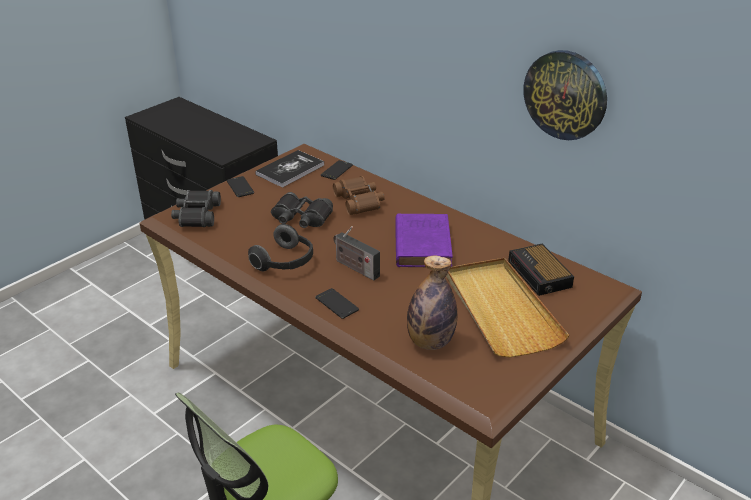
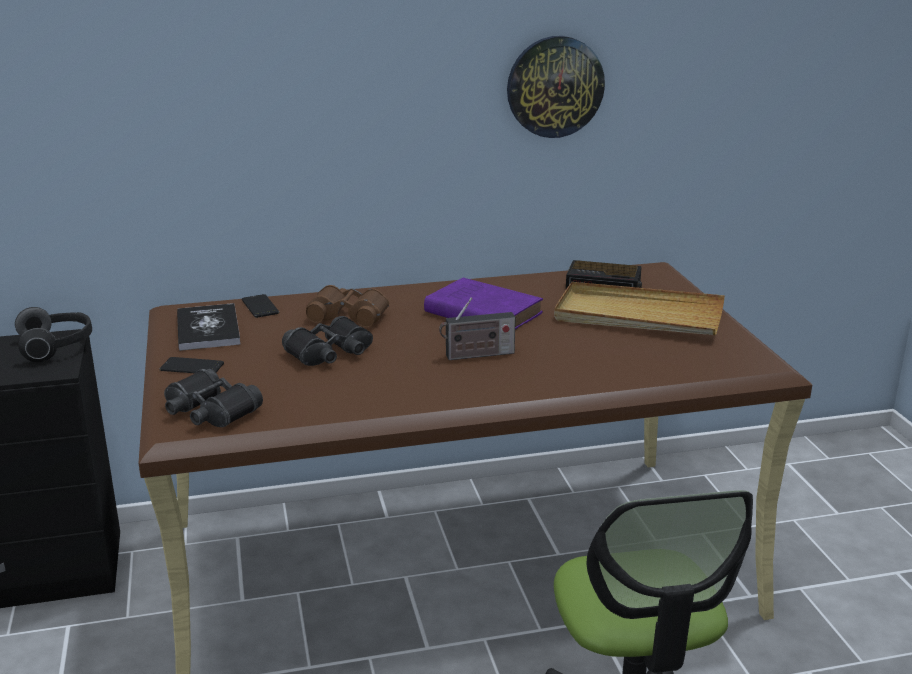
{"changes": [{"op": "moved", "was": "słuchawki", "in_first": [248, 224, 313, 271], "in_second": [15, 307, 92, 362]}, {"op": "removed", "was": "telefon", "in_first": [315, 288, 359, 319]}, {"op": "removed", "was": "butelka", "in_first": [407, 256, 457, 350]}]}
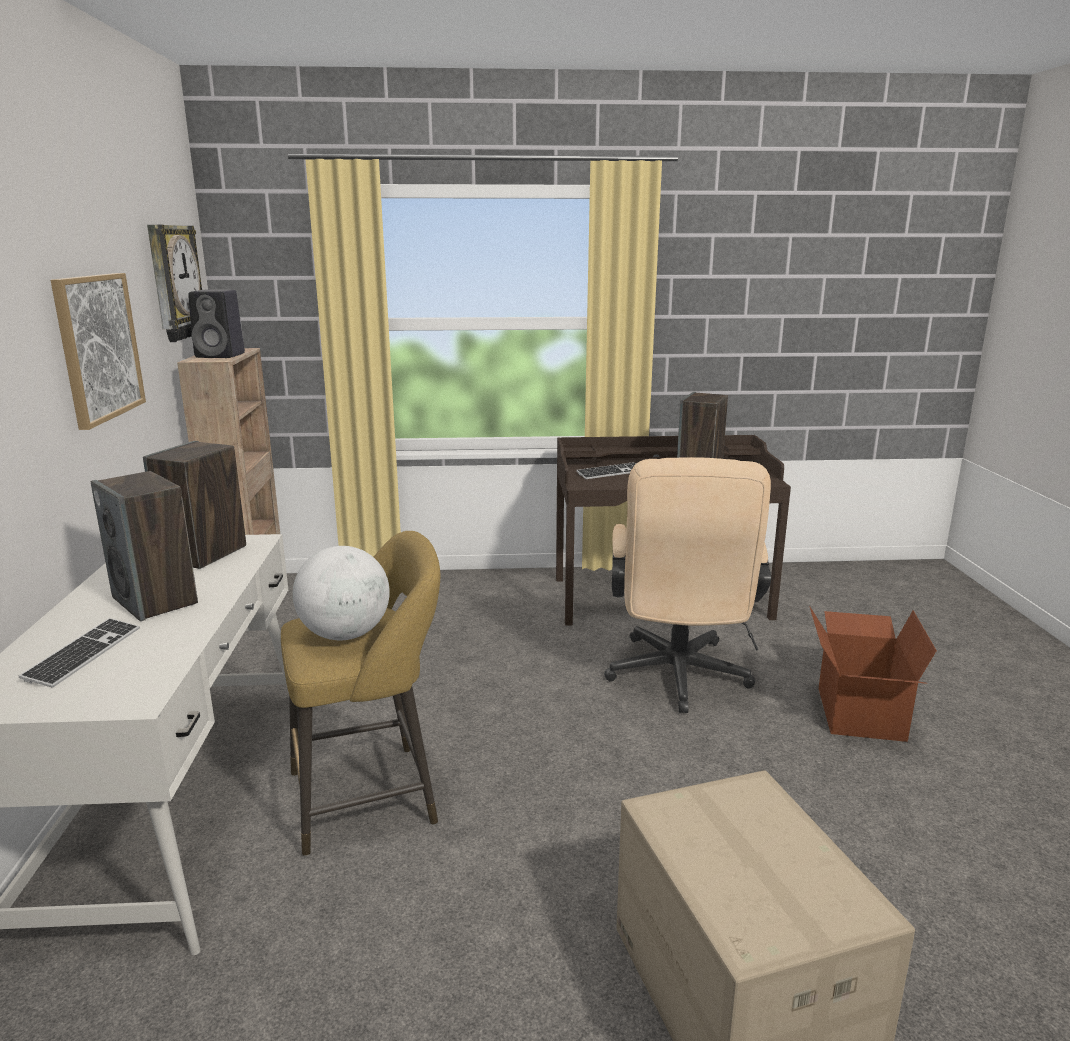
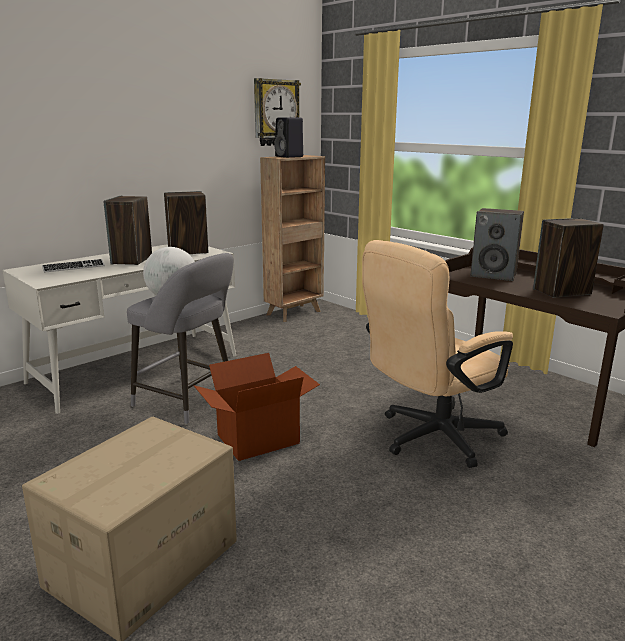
{"changes": [{"op": "recoloured", "was": "stołek (żółty)", "now": "stołek (szary)", "in_first": [281, 531, 440, 856], "in_second": [127, 253, 234, 424]}, {"op": "moved", "was": "karton", "in_first": [809, 606, 937, 742], "in_second": [193, 353, 320, 461]}, {"op": "replaced", "was": "klawiatura", "now": "głośnik", "in_first": [576, 462, 636, 479], "in_second": [471, 208, 524, 281]}, {"op": "removed", "was": "obraz", "in_first": [51, 273, 146, 430]}]}
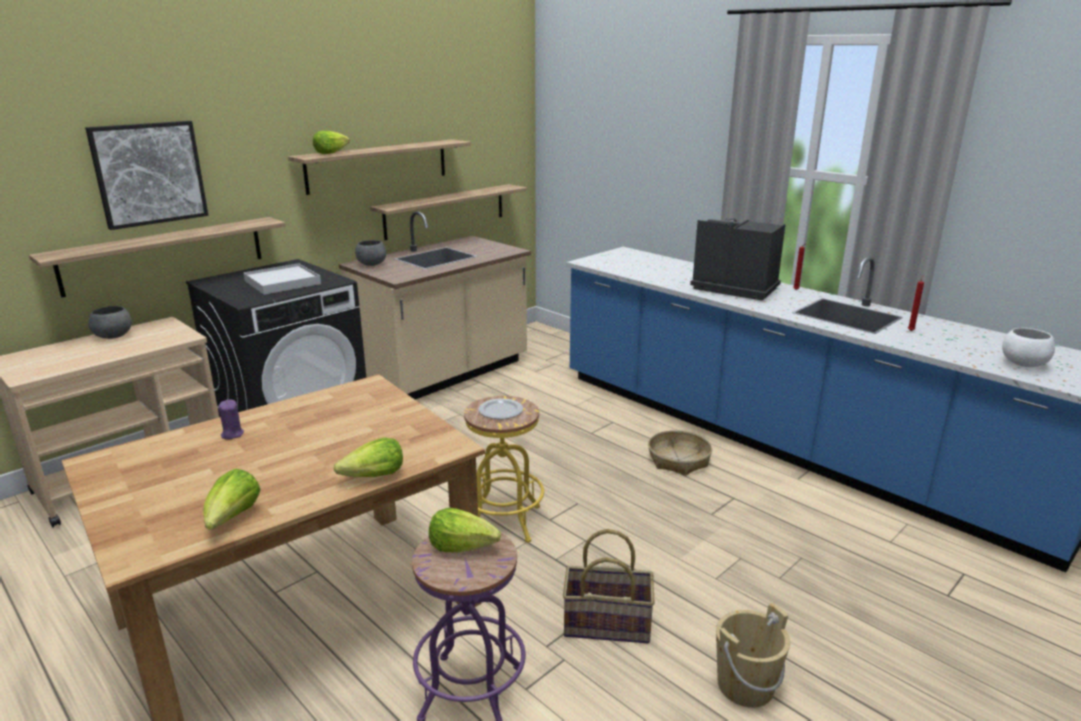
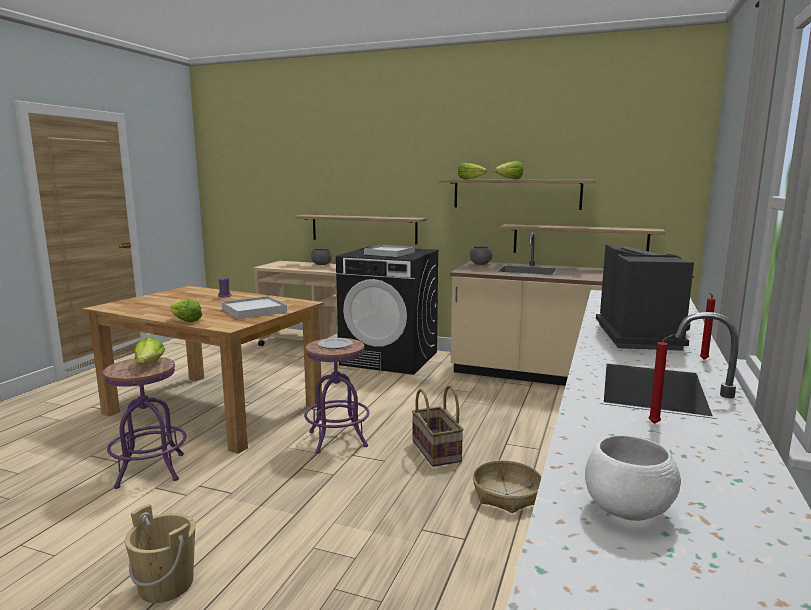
{"changes": [{"op": "added", "now": "taca (biały)", "in_second": [222, 296, 287, 319]}, {"op": "recoloured", "was": "stołek (żółty)", "now": "stołek (fioletowy)", "in_first": [464, 396, 544, 543], "in_second": [304, 338, 370, 454]}, {"op": "moved", "was": "koszyk", "in_first": [563, 529, 655, 643], "in_second": [412, 385, 464, 467]}, {"op": "moved", "was": "sałata", "in_first": [203, 469, 261, 530], "in_second": [495, 161, 523, 179]}, {"op": "removed", "was": "obraz", "in_first": [85, 121, 209, 230]}]}
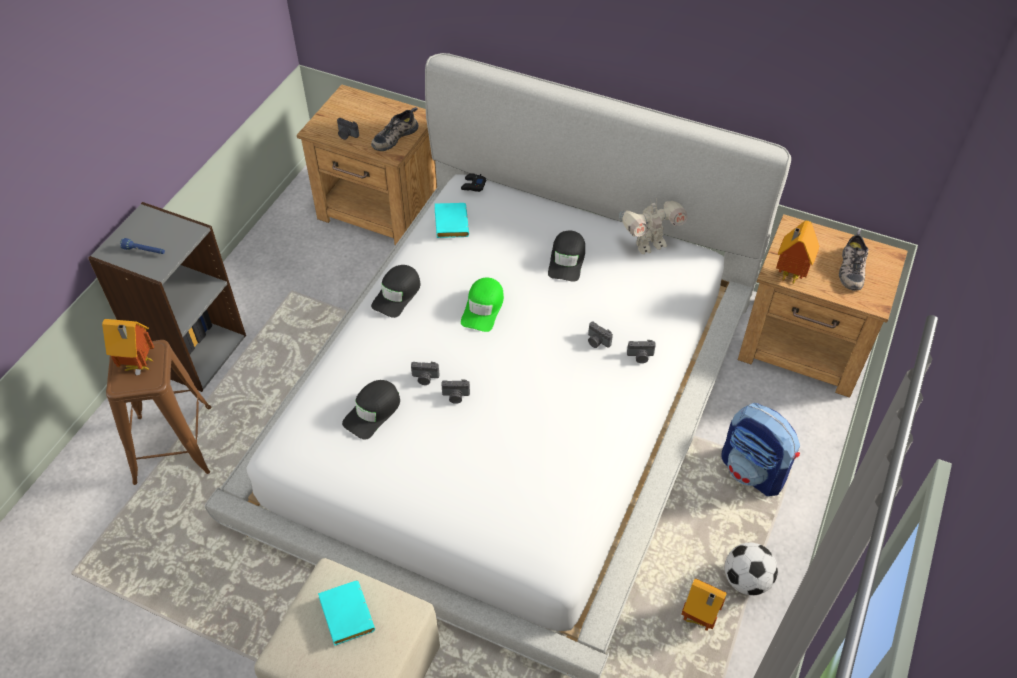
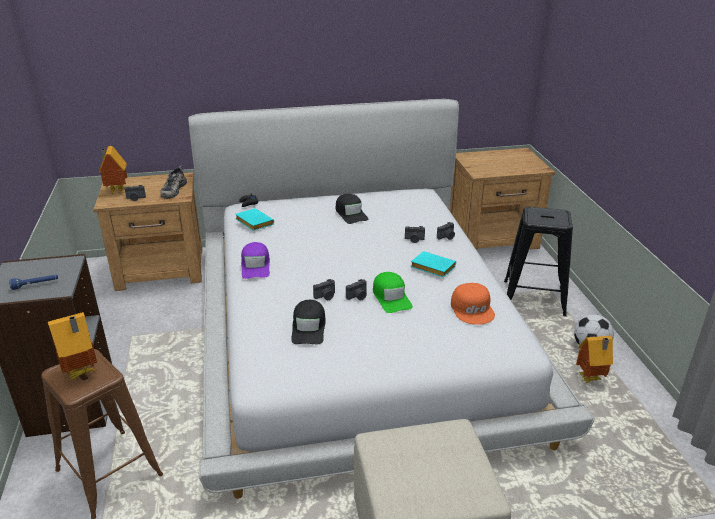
{"changes": [{"op": "moved", "was": "domek", "in_first": [776, 221, 819, 284], "in_second": [98, 146, 127, 194]}, {"op": "recoloured", "was": "czapka z daszkiem (czarny)", "now": "czapka z daszkiem (fioletowy)", "in_first": [371, 265, 420, 318], "in_second": [241, 242, 270, 279]}, {"op": "moved", "was": "czapka z daszkiem (zielony)", "in_first": [461, 278, 504, 332], "in_second": [373, 272, 413, 313]}, {"op": "moved", "was": "książka (turkusowy)", "in_first": [318, 581, 375, 646], "in_second": [411, 251, 456, 278]}, {"op": "added", "now": "czapka z daszkiem (pomarańczowy)", "in_second": [451, 283, 495, 325]}, {"op": "replaced", "was": "plecak", "now": "stołek (czarny)", "in_first": [722, 403, 800, 496], "in_second": [504, 207, 573, 316]}, {"op": "removed", "was": "robot zabawkowy", "in_first": [619, 198, 688, 254]}, {"op": "removed", "was": "but", "in_first": [839, 229, 869, 291]}]}
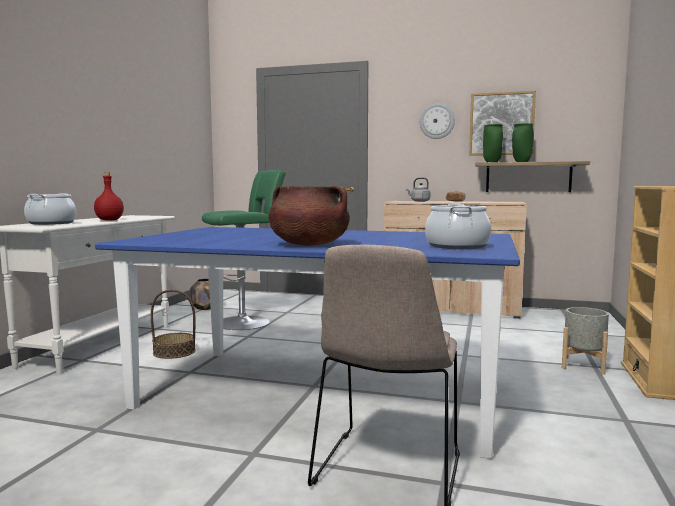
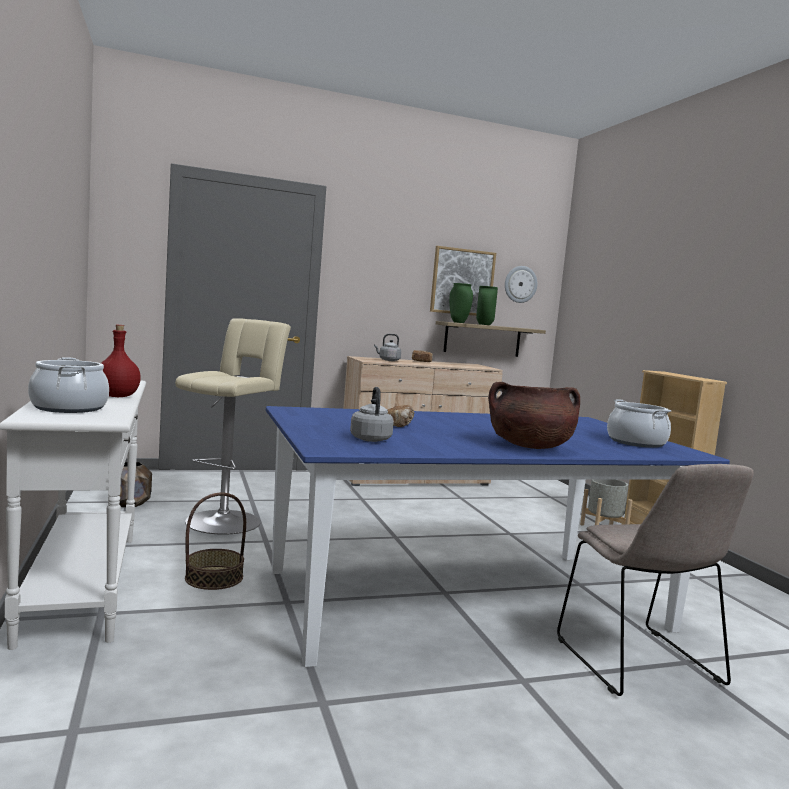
{"changes": [{"op": "recoloured", "was": "stołek (zielony)", "now": "stołek (beżowy)", "in_first": [202, 170, 286, 330], "in_second": [175, 318, 291, 535]}, {"op": "added", "now": "czajnik (szary)", "in_second": [350, 387, 394, 442]}, {"op": "added", "now": "chleb", "in_second": [387, 405, 415, 427]}, {"op": "moved", "was": "zegar ścienny", "in_first": [420, 103, 455, 139], "in_second": [505, 266, 537, 303]}]}
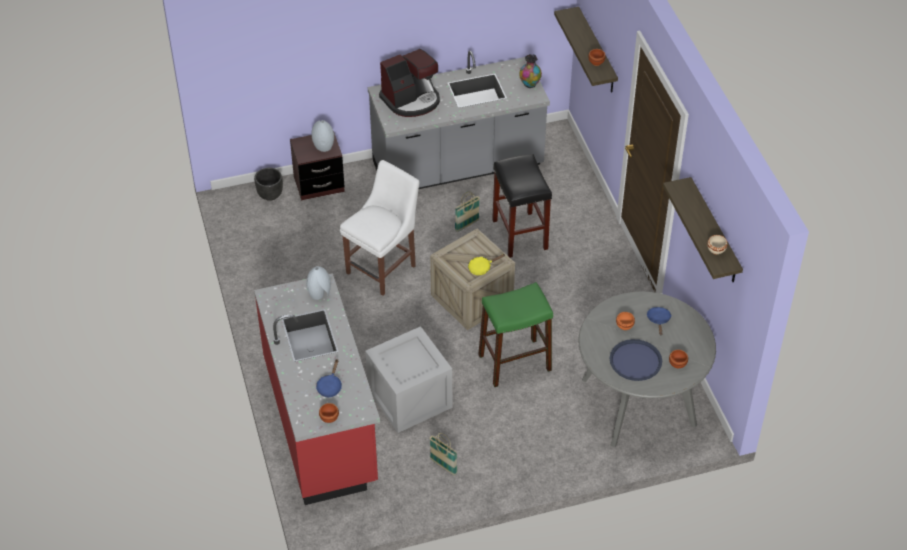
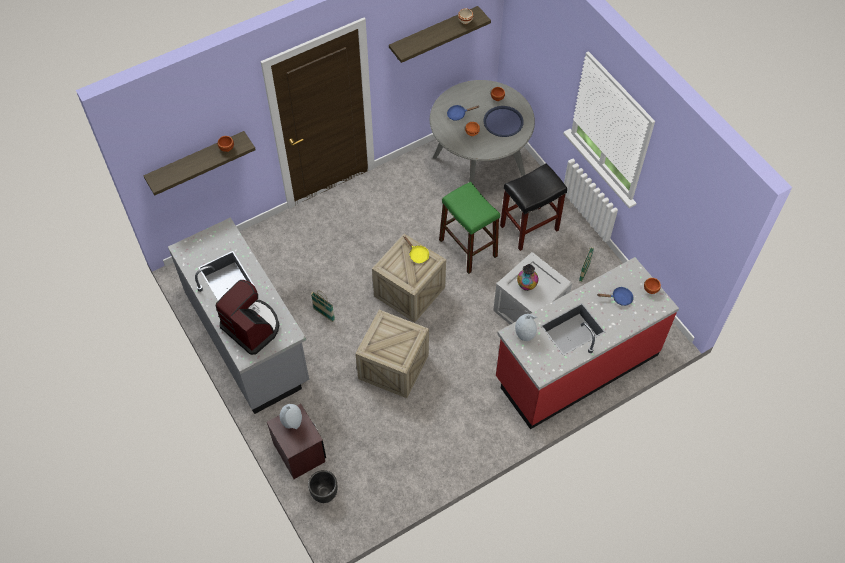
{"changes": [{"op": "replaced", "was": "krzesło (biały)", "now": "skrzynka", "in_first": [340, 160, 419, 296], "in_second": [355, 310, 429, 398]}, {"op": "moved", "was": "stołek (czarny)", "in_first": [492, 154, 552, 258], "in_second": [500, 164, 567, 251]}, {"op": "moved", "was": "wazon", "in_first": [519, 54, 542, 88], "in_second": [517, 264, 538, 291]}]}
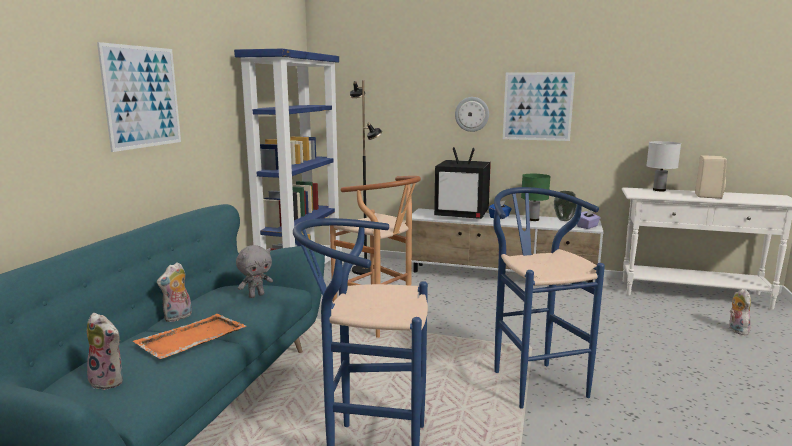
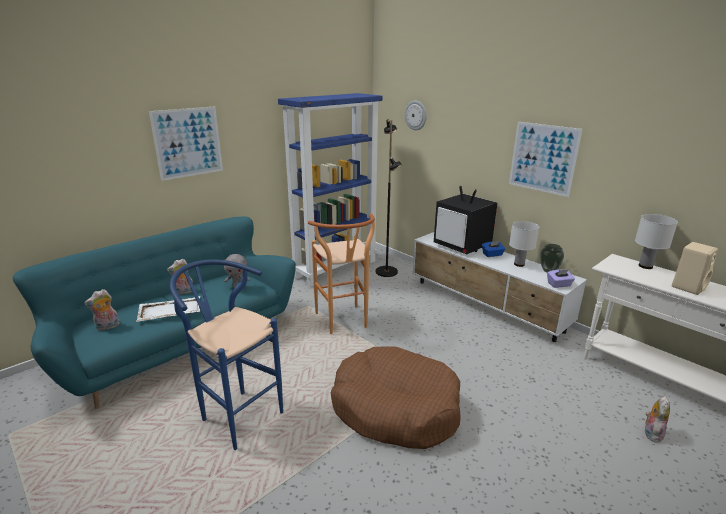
{"changes": [{"op": "turned", "was": "pluszak", "in_first": [86, 313, 123, 390], "in_second": [84, 289, 120, 331], "clockwise": 90}, {"op": "recoloured", "was": "taca (pomarańczowy)", "now": "taca (biały)", "in_first": [133, 314, 246, 359], "in_second": [136, 296, 200, 322]}, {"op": "replaced", "was": "stołek (niebieski)", "now": "legowisko (brązowy)", "in_first": [493, 187, 605, 409], "in_second": [331, 346, 461, 449]}, {"op": "moved", "was": "zegar ścienny", "in_first": [455, 97, 489, 132], "in_second": [405, 101, 427, 130]}, {"op": "recoloured", "was": "lampa stołowa (zielony)", "now": "lampa stołowa (biały)", "in_first": [521, 174, 551, 221], "in_second": [509, 221, 539, 267]}]}
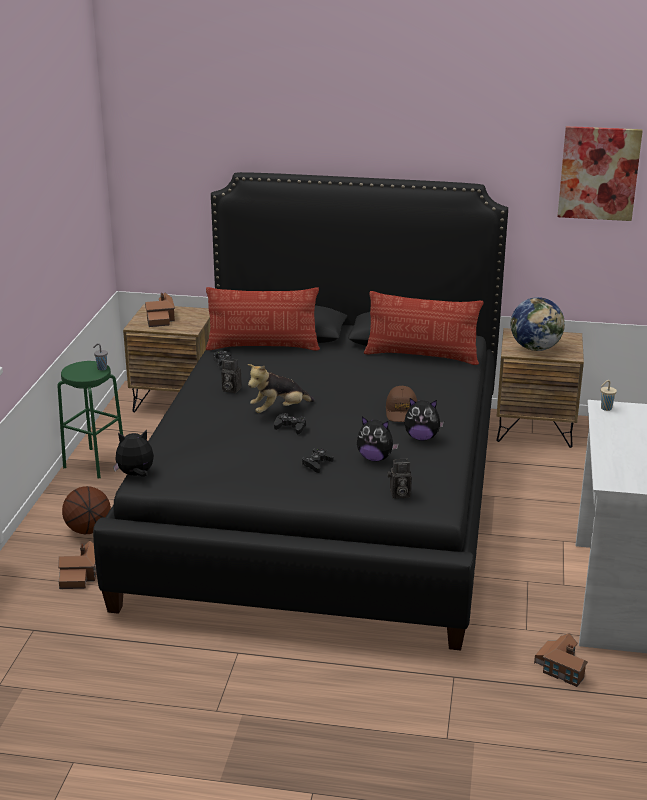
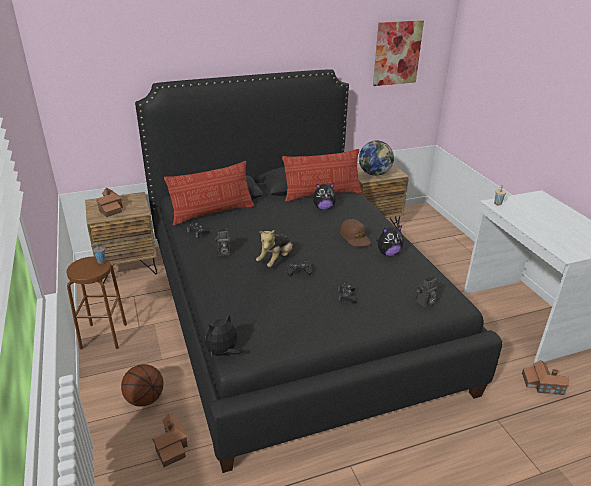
{"changes": [{"op": "recoloured", "was": "stołek (zielony)", "now": "stołek (brązowy)", "in_first": [58, 361, 123, 479], "in_second": [66, 256, 127, 349]}, {"op": "moved", "was": "pluszak", "in_first": [357, 416, 399, 461], "in_second": [313, 183, 336, 210]}]}
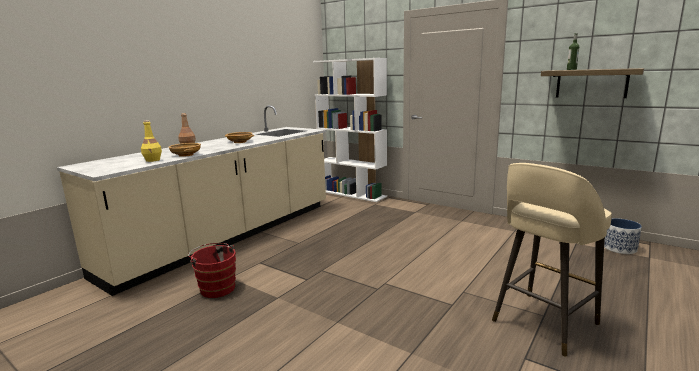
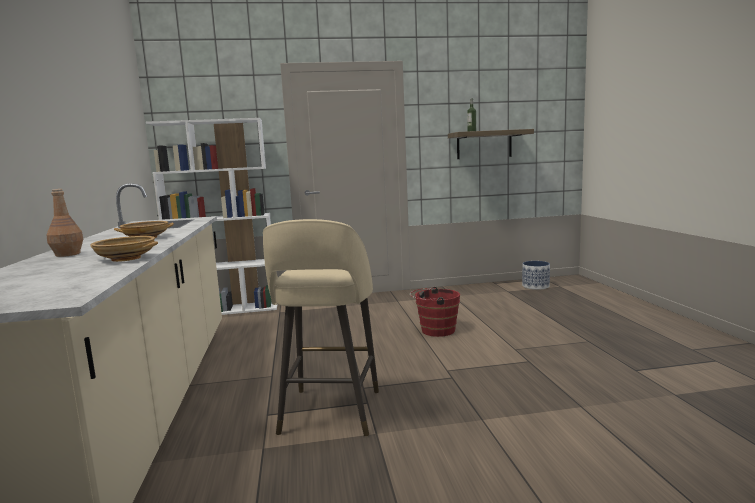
{"changes": [{"op": "moved", "was": "stołek (beżowy)", "in_first": [492, 163, 612, 357], "in_second": [263, 219, 379, 437]}, {"op": "moved", "was": "wiadro (czerwony)", "in_first": [188, 243, 236, 298], "in_second": [410, 286, 460, 337]}, {"op": "removed", "was": "butelka (żółty)", "in_first": [141, 120, 162, 162]}]}
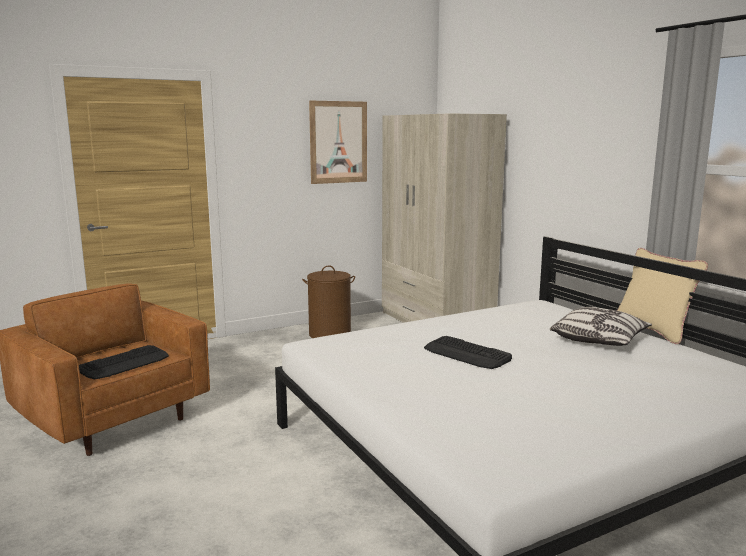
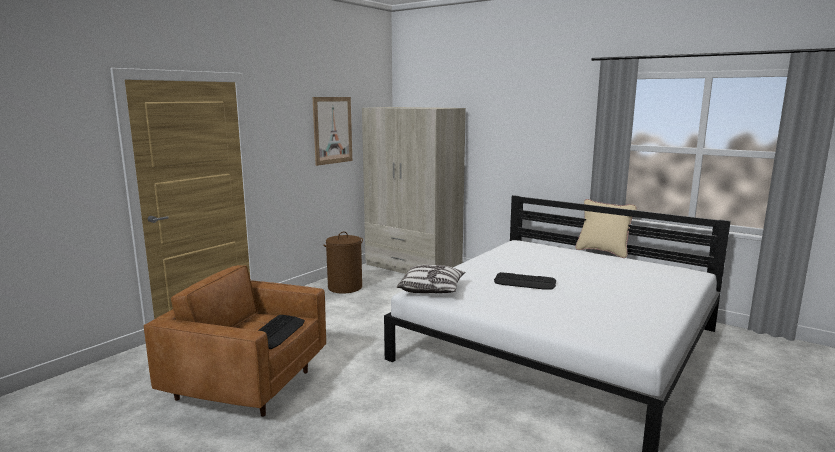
{"changes": [{"op": "moved", "was": "poduszka", "in_first": [550, 307, 652, 346], "in_second": [397, 264, 466, 293]}]}
